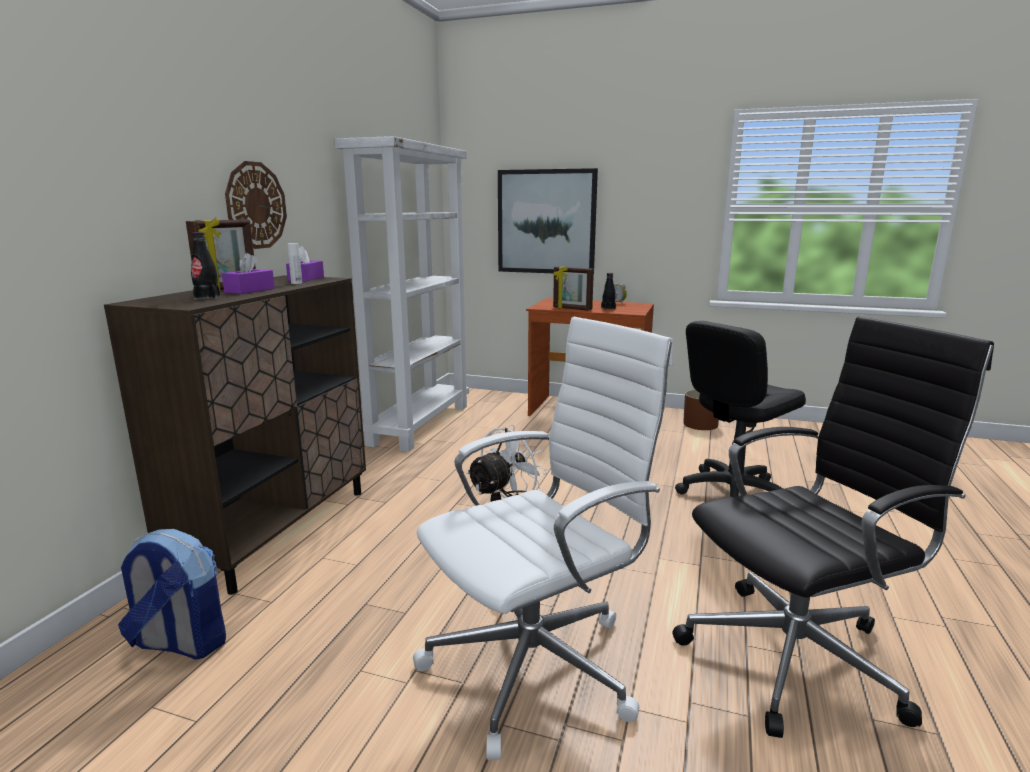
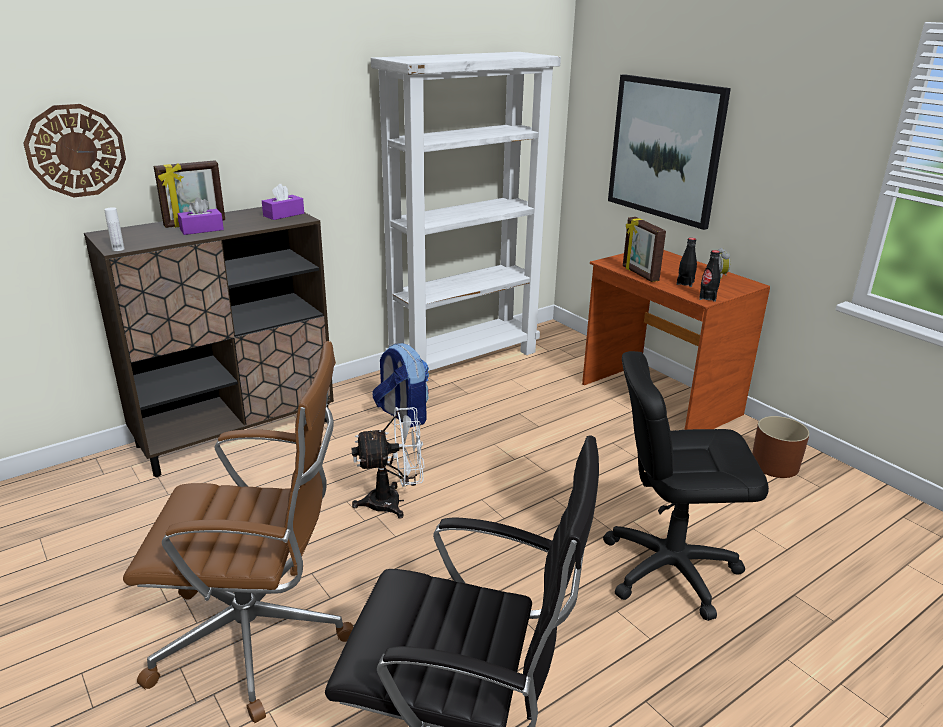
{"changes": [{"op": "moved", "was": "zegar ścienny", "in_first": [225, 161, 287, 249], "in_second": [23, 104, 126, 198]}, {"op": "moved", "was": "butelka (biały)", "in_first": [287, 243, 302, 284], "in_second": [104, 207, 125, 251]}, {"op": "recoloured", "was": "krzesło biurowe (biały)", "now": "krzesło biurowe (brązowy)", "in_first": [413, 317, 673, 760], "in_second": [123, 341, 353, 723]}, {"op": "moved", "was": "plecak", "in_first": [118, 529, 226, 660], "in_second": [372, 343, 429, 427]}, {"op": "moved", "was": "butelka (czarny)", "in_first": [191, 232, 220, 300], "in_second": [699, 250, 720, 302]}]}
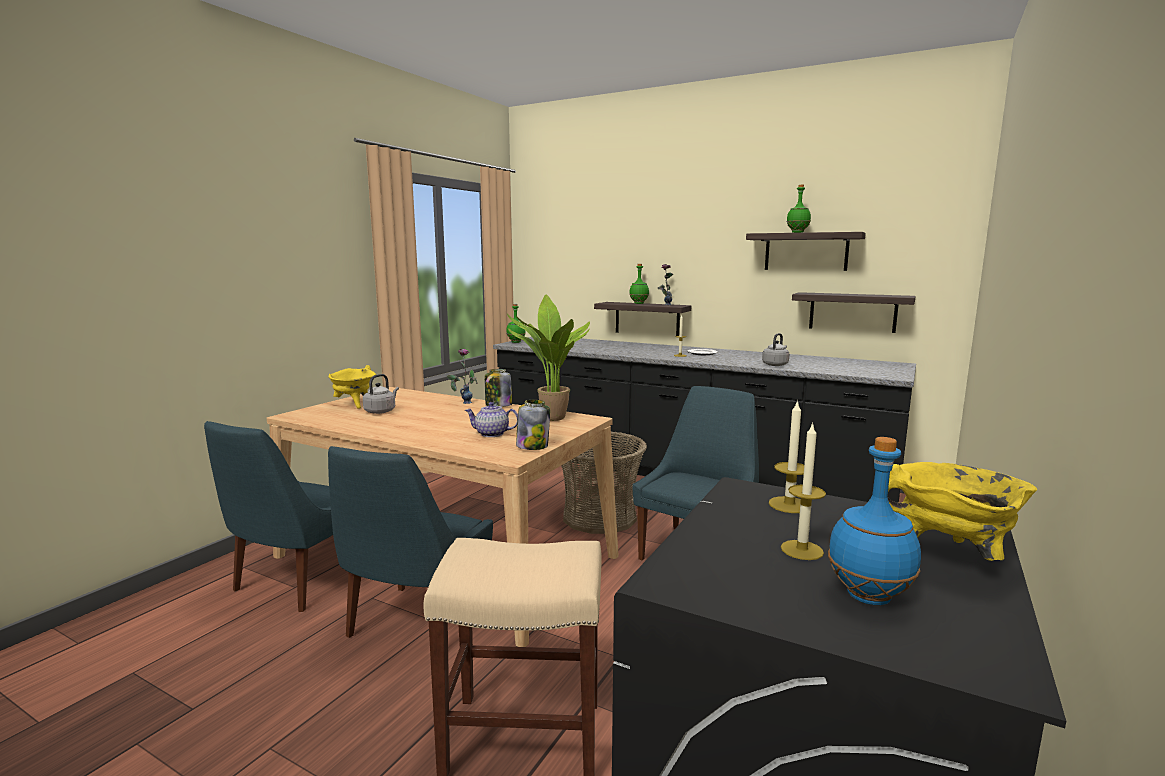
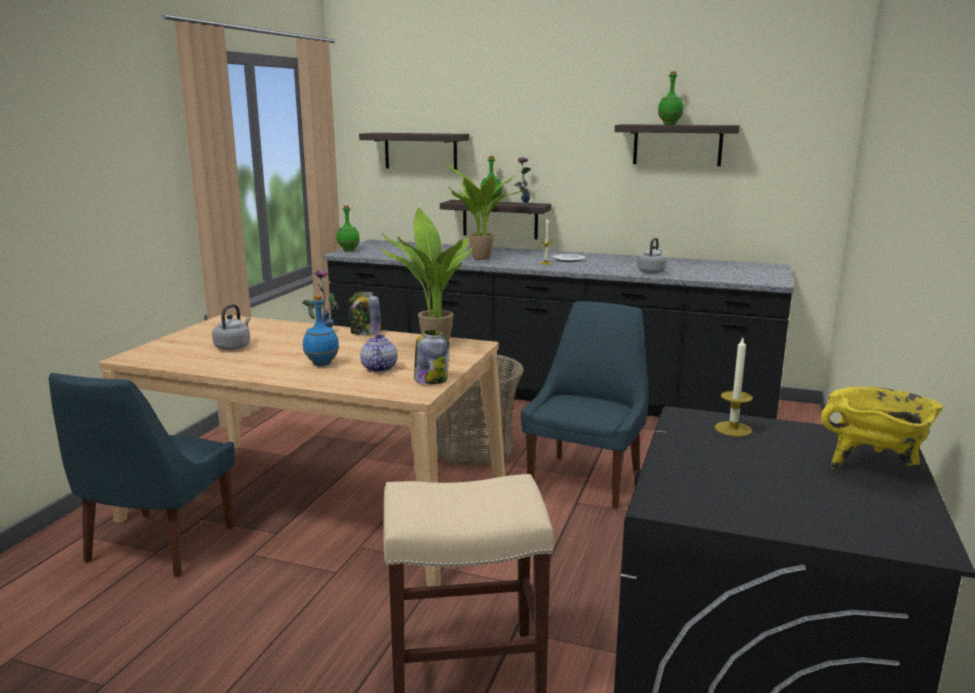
{"changes": [{"op": "moved", "was": "butelka (niebieski)", "in_first": [828, 437, 921, 605], "in_second": [303, 295, 339, 366]}, {"op": "moved", "was": "półka", "in_first": [792, 292, 916, 333], "in_second": [359, 133, 469, 170]}, {"op": "turned", "was": "imbryk", "in_first": [465, 402, 518, 437], "in_second": [360, 334, 397, 372], "clockwise": 90}, {"op": "added", "now": "roślina doniczkowa", "in_second": [444, 161, 521, 260]}, {"op": "removed", "was": "krzesło (niebieski)", "in_first": [328, 446, 493, 638]}, {"op": "removed", "was": "garnek (żółty)", "in_first": [329, 365, 376, 409]}, {"op": "removed", "was": "świeca", "in_first": [781, 422, 826, 560]}]}
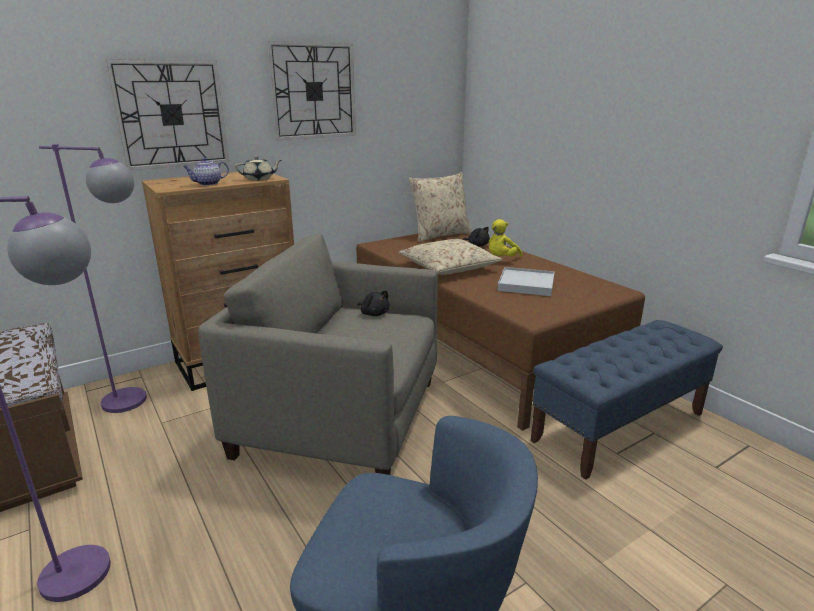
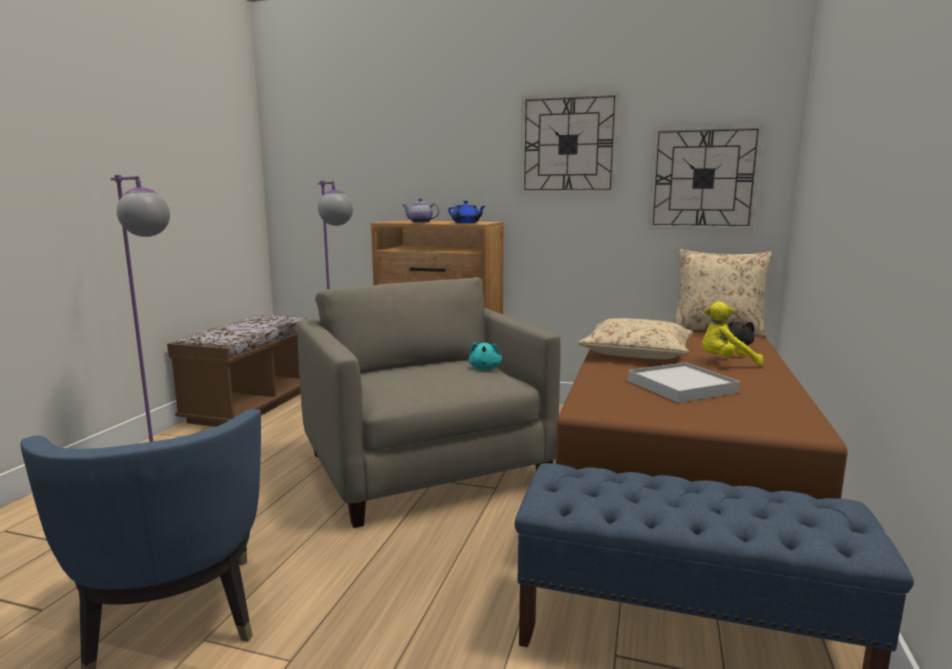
{"changes": [{"op": "recoloured", "was": "imbryk (beżowy)", "now": "imbryk (niebieski)", "in_first": [235, 156, 282, 180], "in_second": [448, 201, 485, 223]}, {"op": "recoloured", "was": "pluszak (czarny)", "now": "pluszak (turkusowy)", "in_first": [358, 291, 390, 316], "in_second": [468, 342, 502, 370]}, {"op": "moved", "was": "zegar ścienny", "in_first": [105, 59, 229, 170], "in_second": [649, 124, 763, 230]}]}
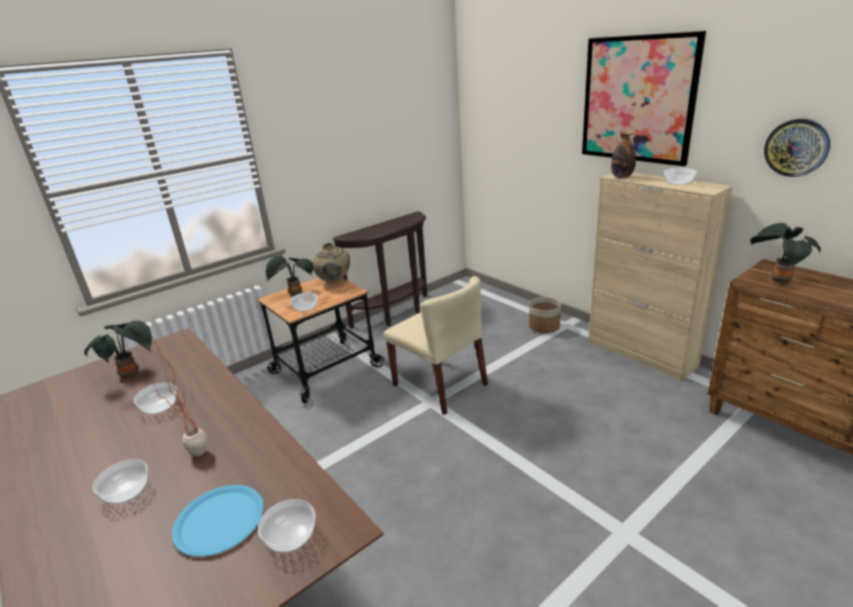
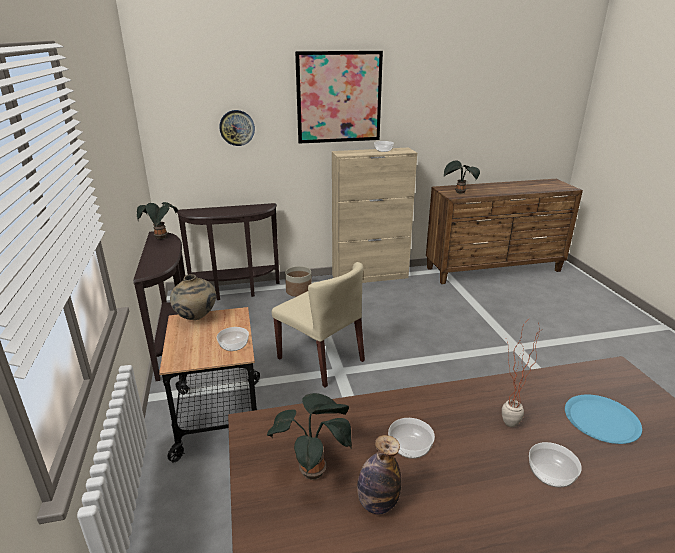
{"changes": [{"op": "moved", "was": "roślina doniczkowa", "in_first": [266, 255, 313, 296], "in_second": [137, 202, 178, 239]}, {"op": "added", "now": "stolik konsolowy (brązowy)", "in_second": [177, 203, 280, 300]}, {"op": "moved", "was": "zegar ścienny", "in_first": [764, 119, 830, 177], "in_second": [220, 110, 255, 146]}, {"op": "turned", "was": "krzesło (beżowy)", "in_first": [384, 276, 488, 415], "in_second": [272, 262, 365, 388], "clockwise": 60}, {"op": "moved", "was": "butelka", "in_first": [611, 130, 636, 178], "in_second": [357, 435, 402, 514]}, {"op": "removed", "was": "miska", "in_first": [258, 499, 315, 553]}]}
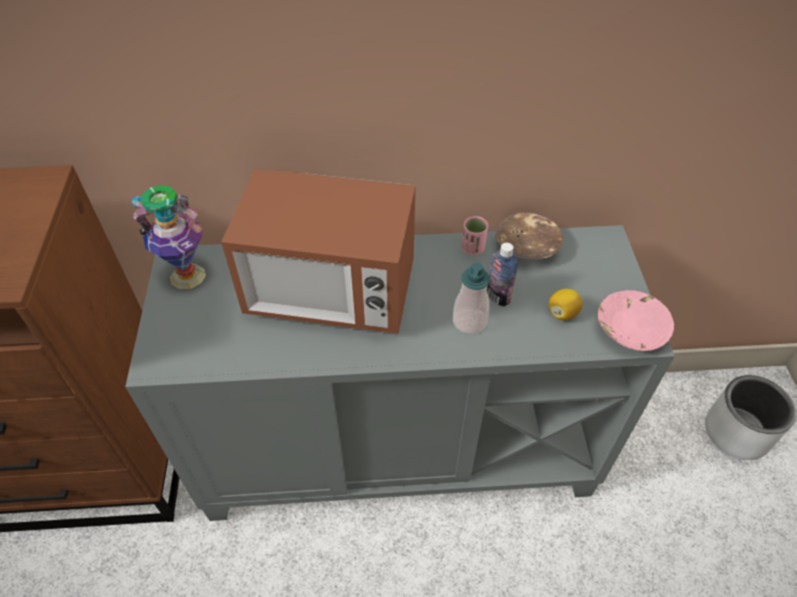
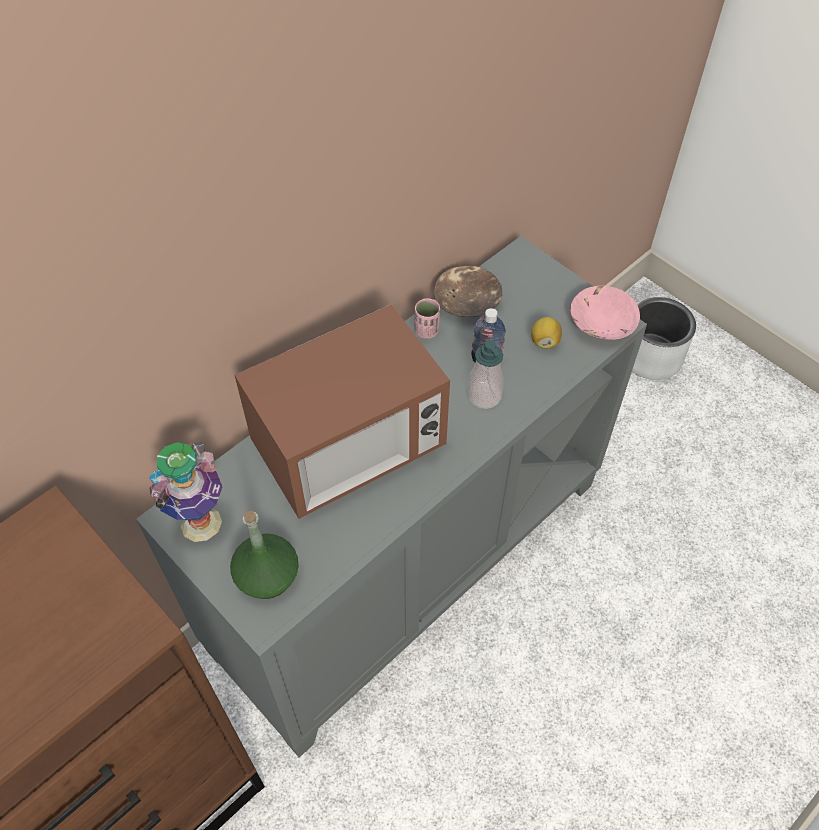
{"changes": [{"op": "added", "now": "butelka (zielony)", "in_second": [230, 511, 299, 599]}]}
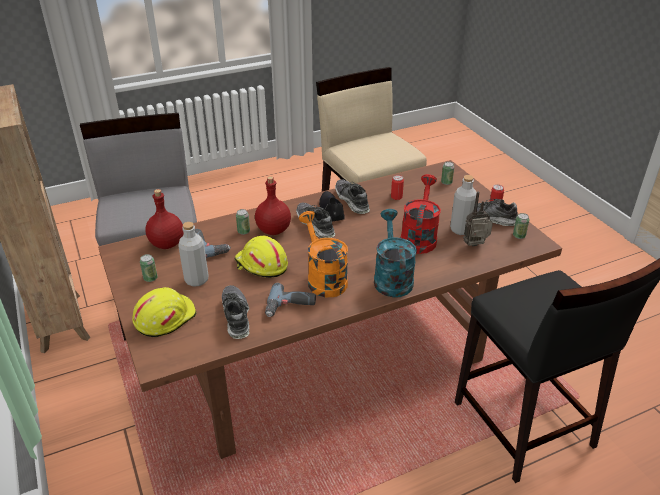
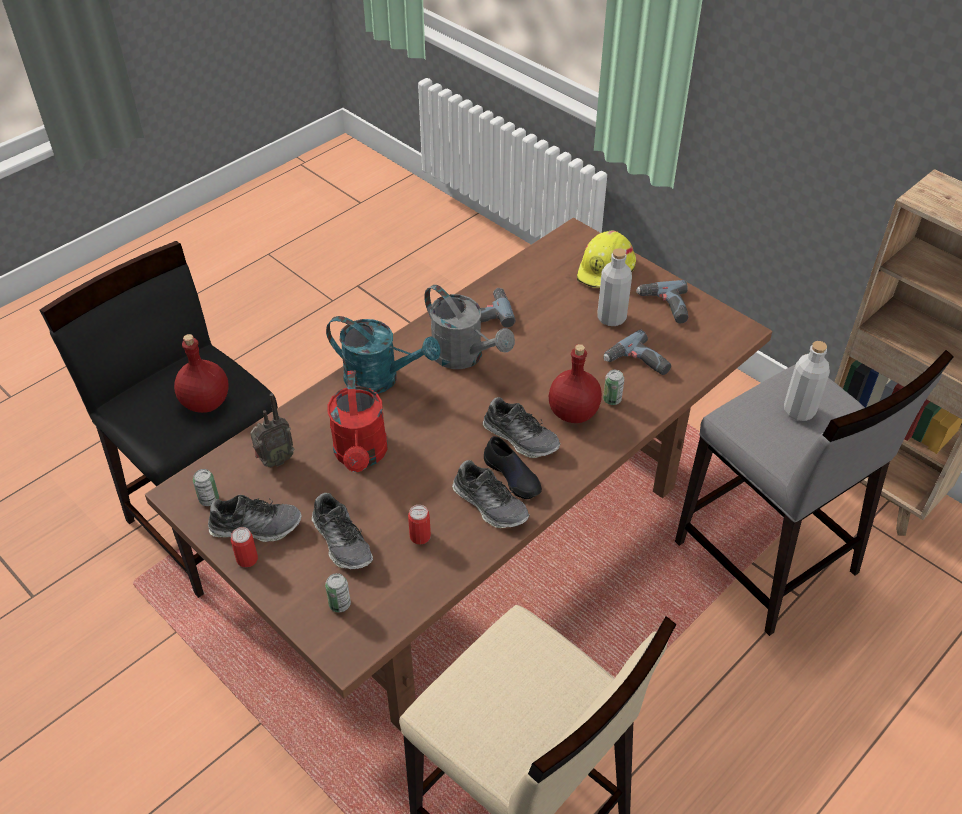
{"changes": [{"op": "moved", "was": "butelka (czerwony)", "in_first": [145, 189, 184, 249], "in_second": [174, 334, 229, 413]}, {"op": "moved", "was": "but", "in_first": [222, 285, 249, 339], "in_second": [312, 493, 373, 569]}, {"op": "turned", "was": "konewka (turkusowy)", "in_first": [374, 209, 417, 298], "in_second": [326, 316, 441, 394], "clockwise": -45}, {"op": "recoloured", "was": "konewka (pomarańczowy)", "now": "konewka (szary)", "in_first": [299, 211, 348, 297], "in_second": [424, 285, 515, 369]}, {"op": "replaced", "was": "puszka", "now": "wiertarka", "in_first": [140, 254, 158, 282], "in_second": [636, 280, 688, 323]}, {"op": "moved", "was": "butelka (szary)", "in_first": [450, 175, 477, 235], "in_second": [784, 341, 830, 421]}, {"op": "removed", "was": "kask (żółty)", "in_first": [235, 236, 288, 278]}]}
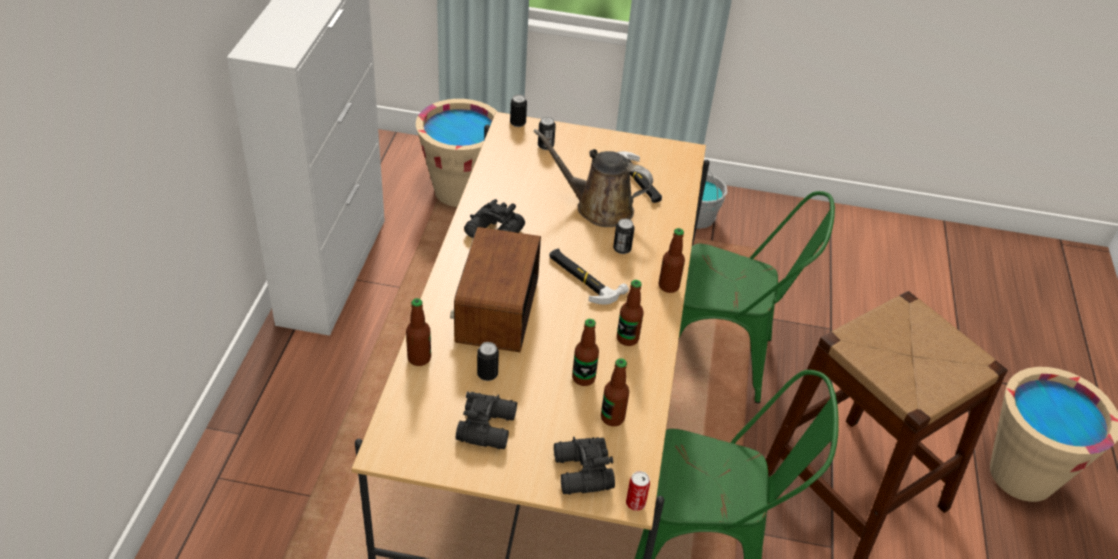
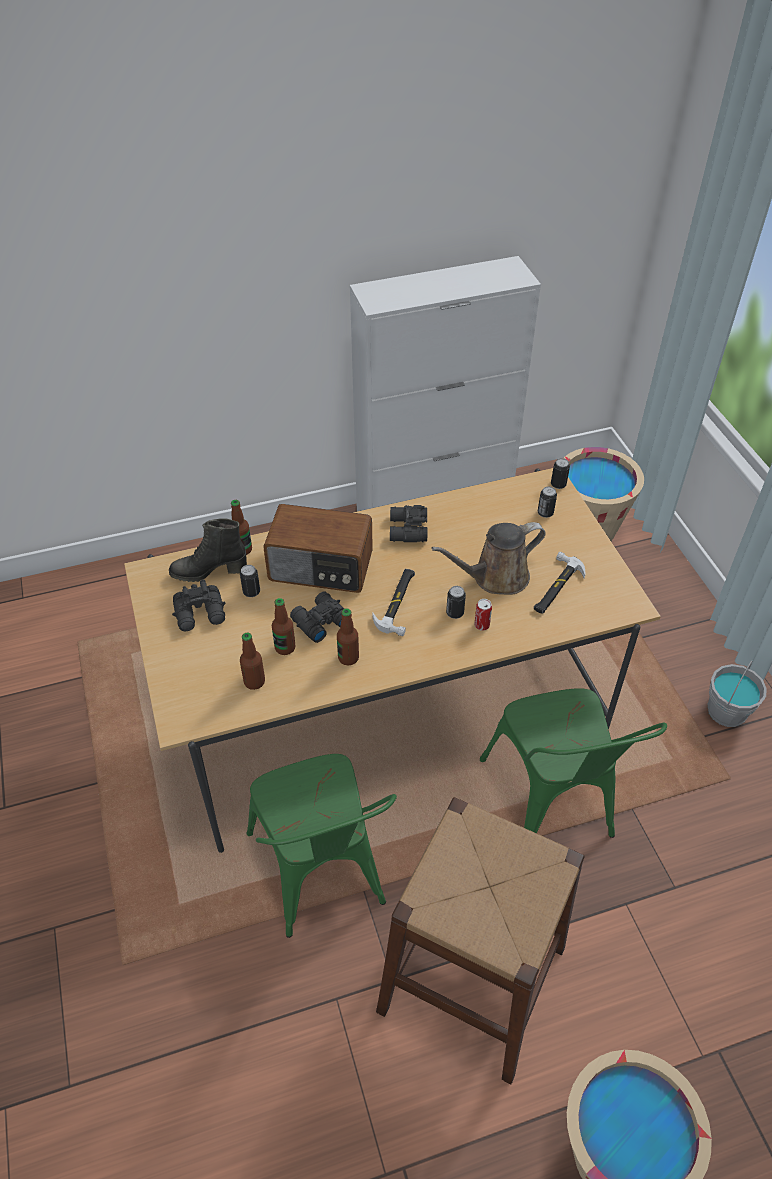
{"changes": [{"op": "added", "now": "but z cholewką (czarny)", "in_second": [169, 518, 247, 582]}, {"op": "turned", "was": "radio", "in_first": [450, 227, 541, 352], "in_second": [263, 504, 373, 593], "clockwise": -150}, {"op": "moved", "was": "lornetka (czarny)", "in_first": [554, 437, 615, 495], "in_second": [290, 592, 344, 643]}, {"op": "turned", "was": "konewka (brązowy)", "in_first": [533, 129, 653, 227], "in_second": [432, 522, 546, 595], "clockwise": -105}, {"op": "moved", "was": "puszka", "in_first": [626, 471, 650, 511], "in_second": [475, 599, 492, 631]}, {"op": "removed", "was": "butelka", "in_first": [659, 228, 685, 293]}]}
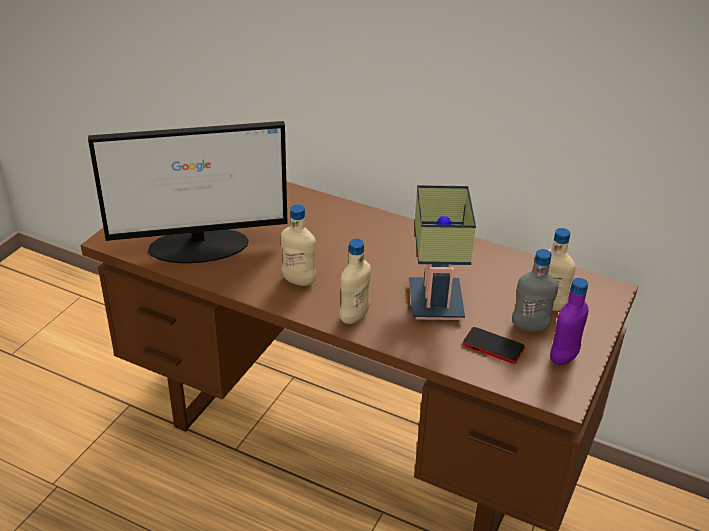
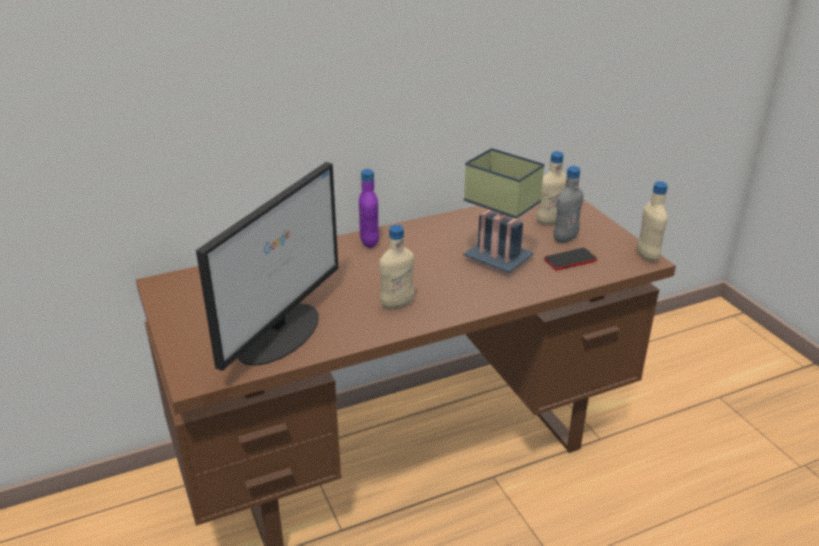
{"changes": [{"op": "moved", "was": "butelka (fioletowy)", "in_first": [550, 278, 589, 365], "in_second": [359, 169, 379, 248]}, {"op": "moved", "was": "butelka (beżowy)", "in_first": [339, 239, 371, 324], "in_second": [637, 181, 668, 262]}]}
